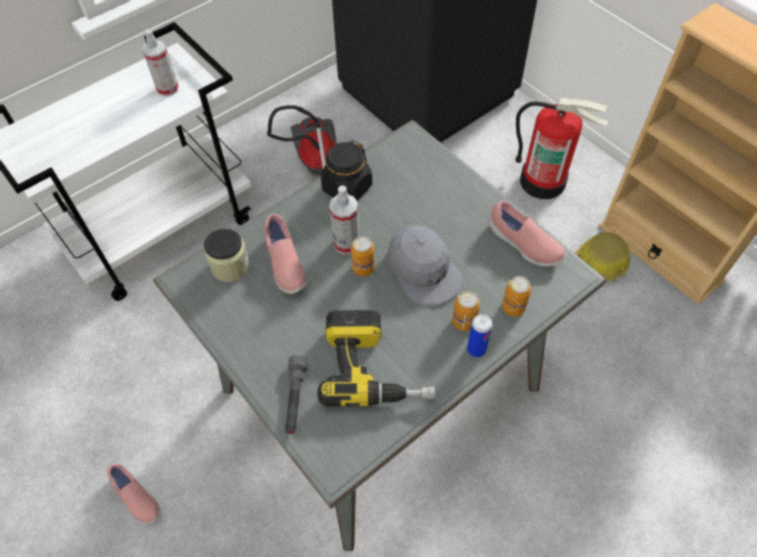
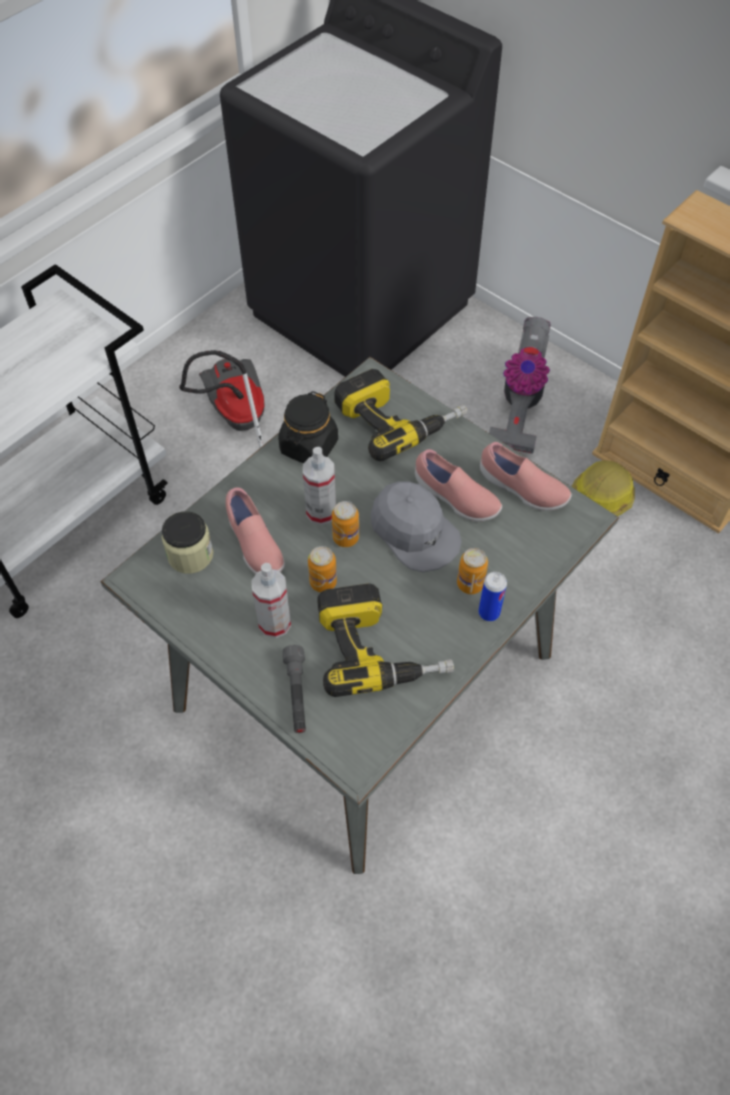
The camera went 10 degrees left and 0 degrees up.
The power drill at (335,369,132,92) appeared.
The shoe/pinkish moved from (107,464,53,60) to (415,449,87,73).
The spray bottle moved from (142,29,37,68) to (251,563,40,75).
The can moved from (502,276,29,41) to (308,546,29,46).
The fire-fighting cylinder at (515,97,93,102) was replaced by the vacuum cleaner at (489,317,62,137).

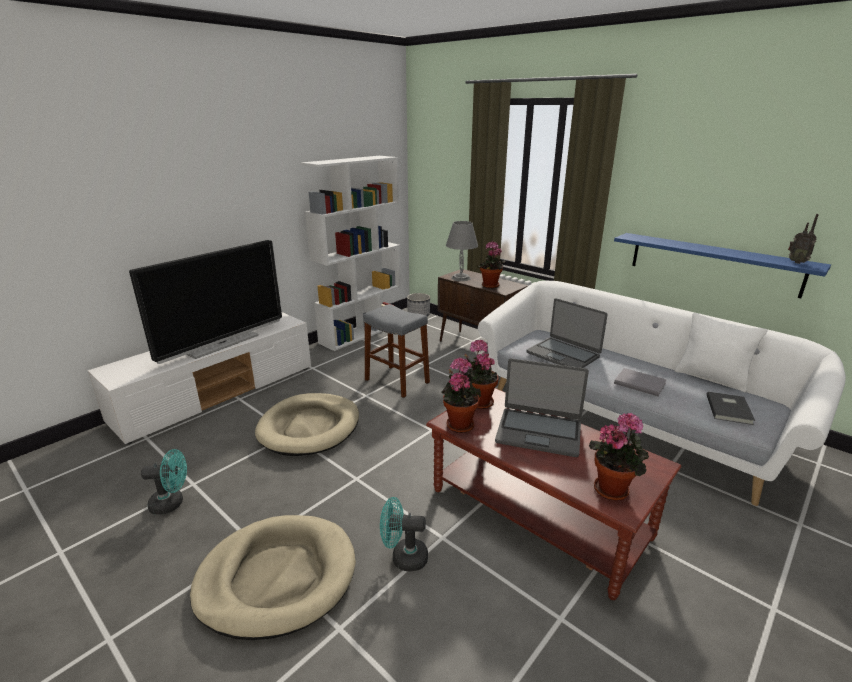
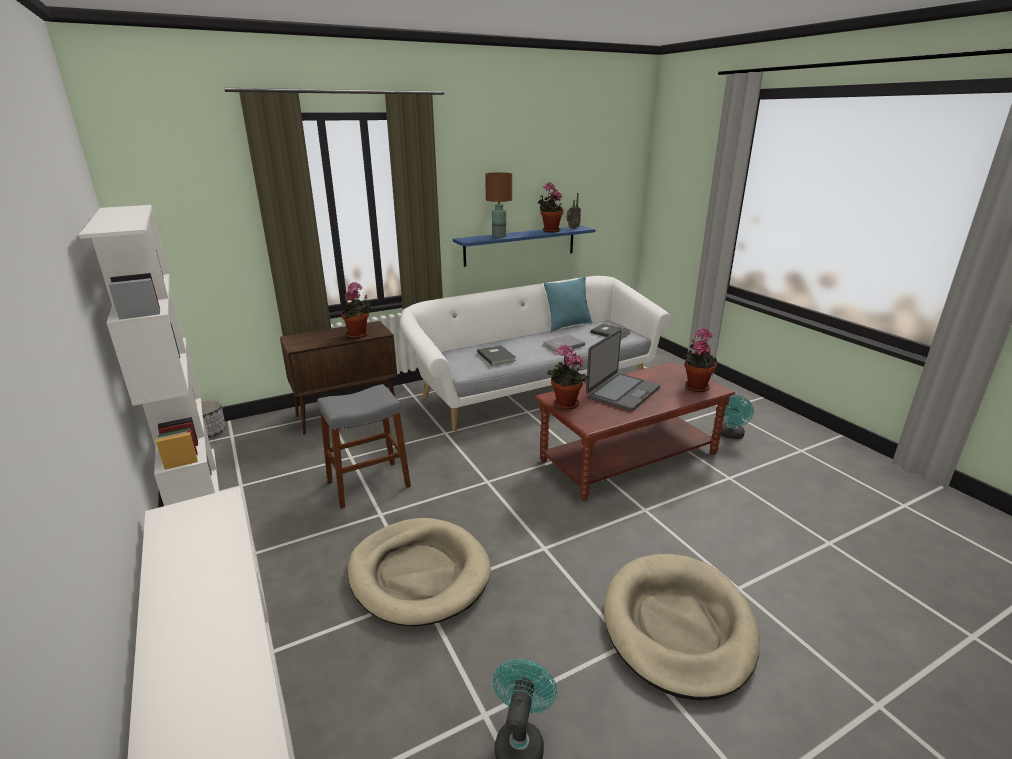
The camera went 70 degrees left and 0 degrees up.
The television at (129,240,153,124) disappeared.
The tabletop lamp/grey at (446,221,32,60) disappeared.
The tabletop lamp/brown at (485,172,27,66) appeared.
The fan/turquoise moved from (380,497,48,75) to (721,395,33,44).
The houseplant moved from (441,358,40,75) to (537,182,26,50).
The notebook computer at (526,298,82,70) was replaced by the bound book/grey at (477,345,39,20).
The pillow/whitish at (675,313,93,80) became the pillow/turquoise at (544,277,48,54).

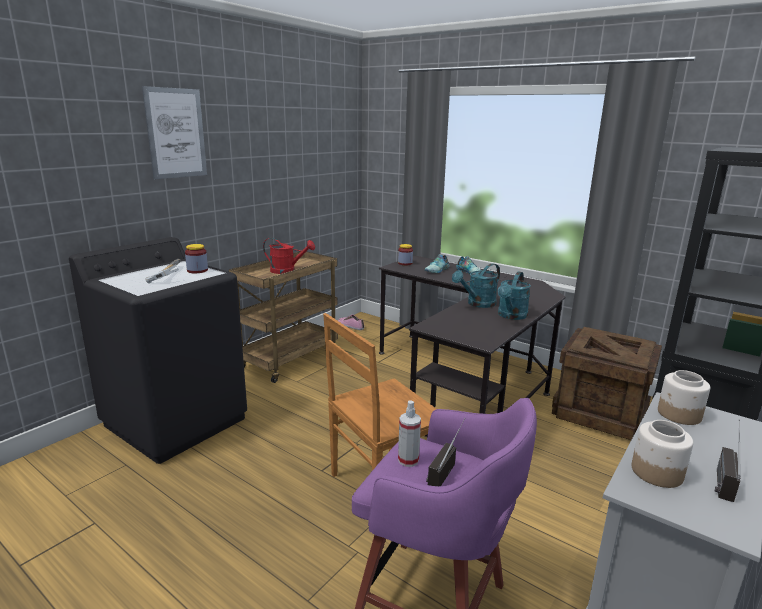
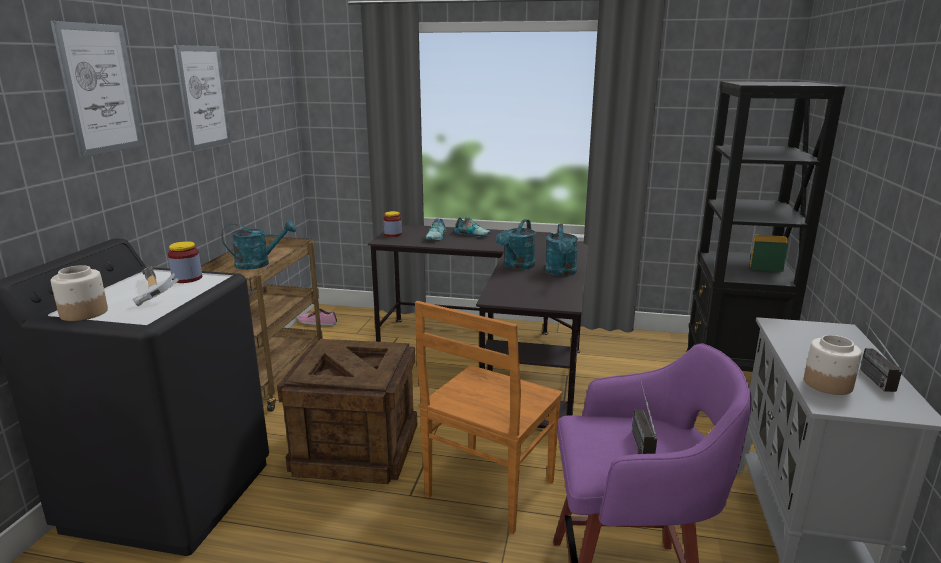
The camera went 25 degrees left and 0 degrees up.
The spray bottle at (398,400,23,67) disappeared.
The picture at (174,45,58,106) appeared.
The crate moved from (552,327,110,113) to (277,339,140,145).
The storage jar moved from (658,370,52,55) to (51,265,57,56).
The sprinkling can/reddish at (263,238,52,36) became the sprinkling can/turquoise at (222,220,74,50).

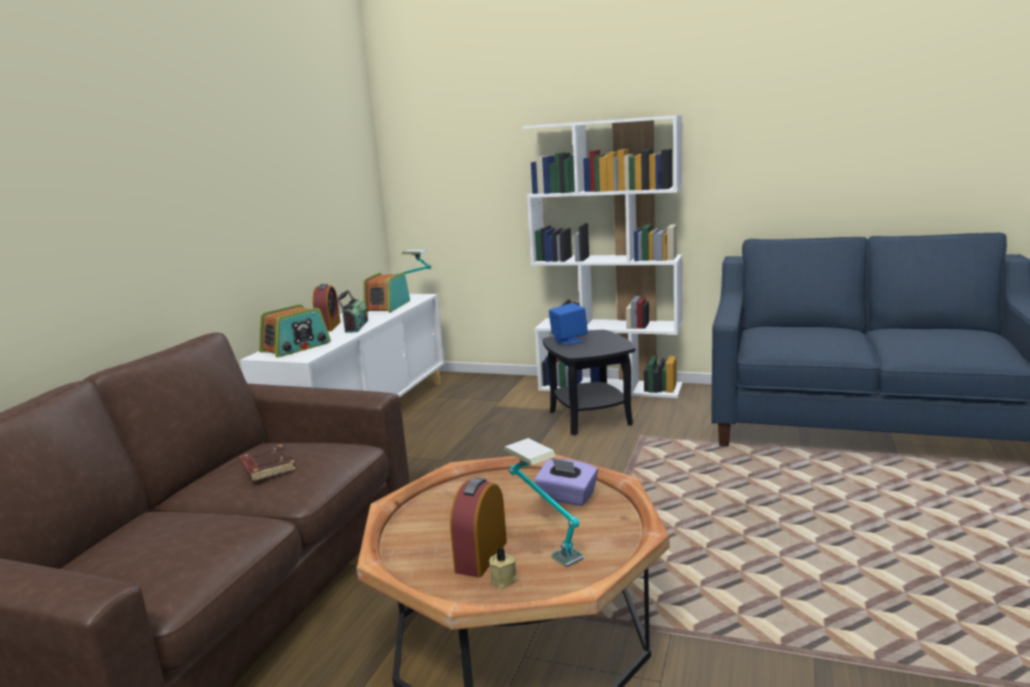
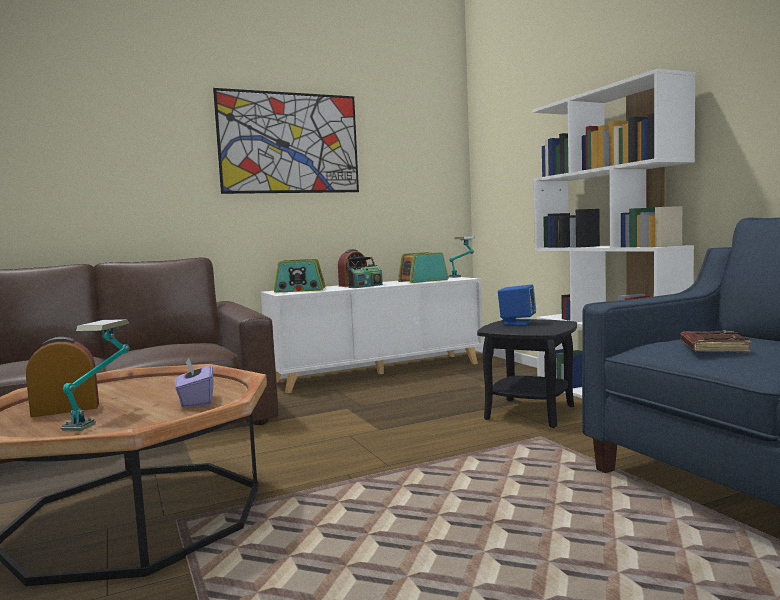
The camera went 45 degrees right and 10 degrees down.
The wax light/beige-coloured at (489,548,30,41) disappeared.
The picture at (213,88,146,106) appeared.
The bound book/brown moved from (239,445,57,36) to (680,330,72,22).

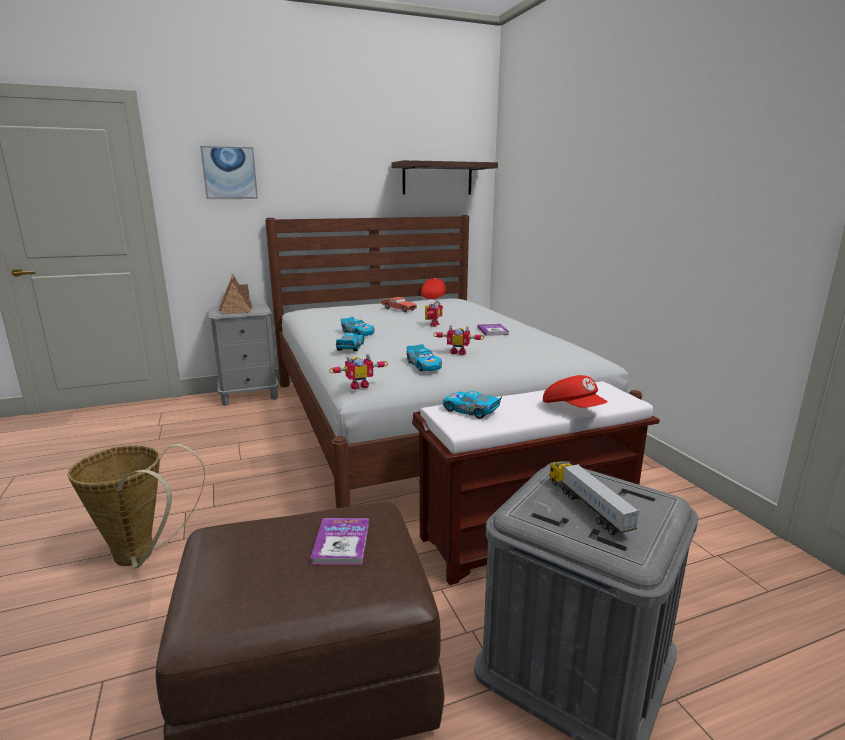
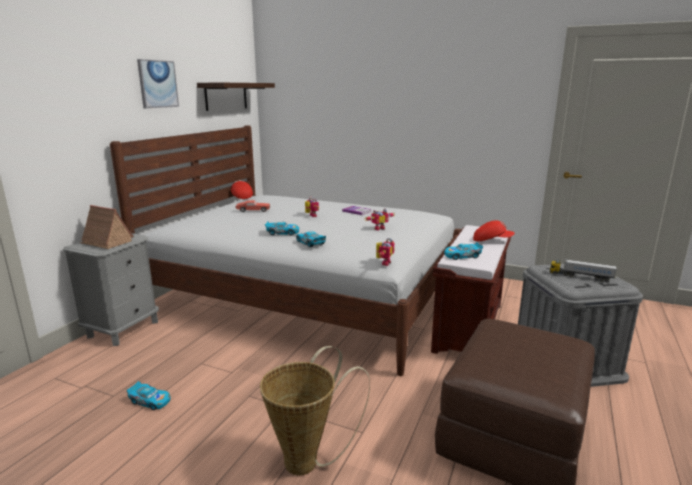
The camera went 45 degrees left and 0 degrees up.
The bound book at (310,518,59,46) disappeared.
The picture moved from (200,146,58,53) to (137,59,42,49).
The toy car moved from (406,344,36,27) to (127,381,44,29).

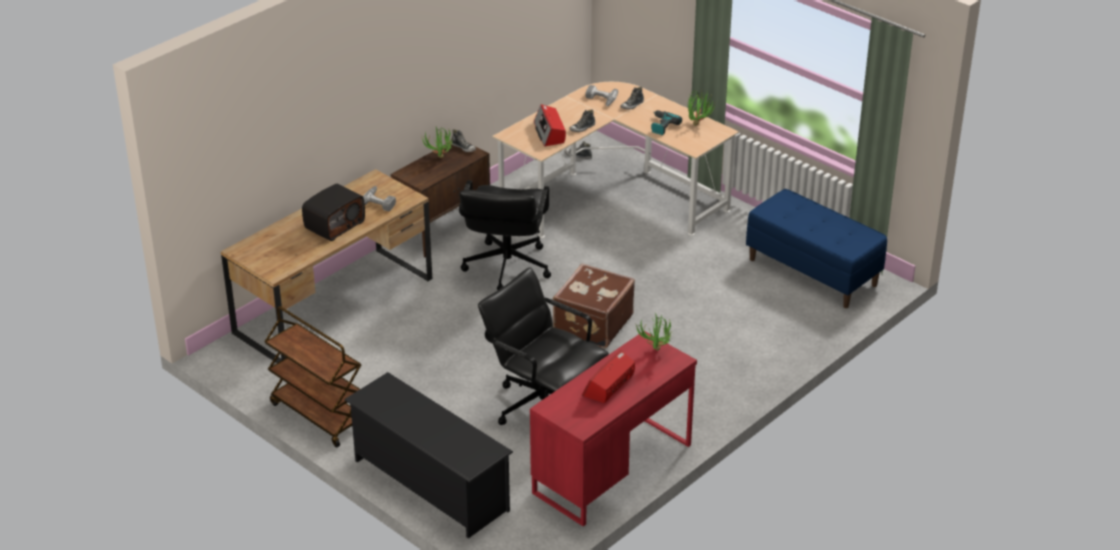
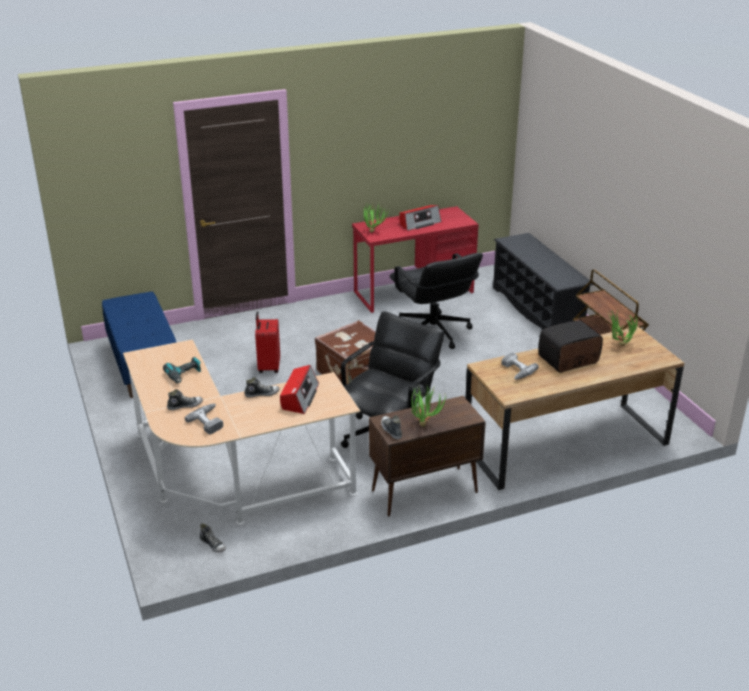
The camera went 155 degrees left and 5 degrees down.
The piece of luggage/reddish at (255,311,25,62) appeared.
The houseplant moved from (688,91,29,35) to (608,311,30,35).

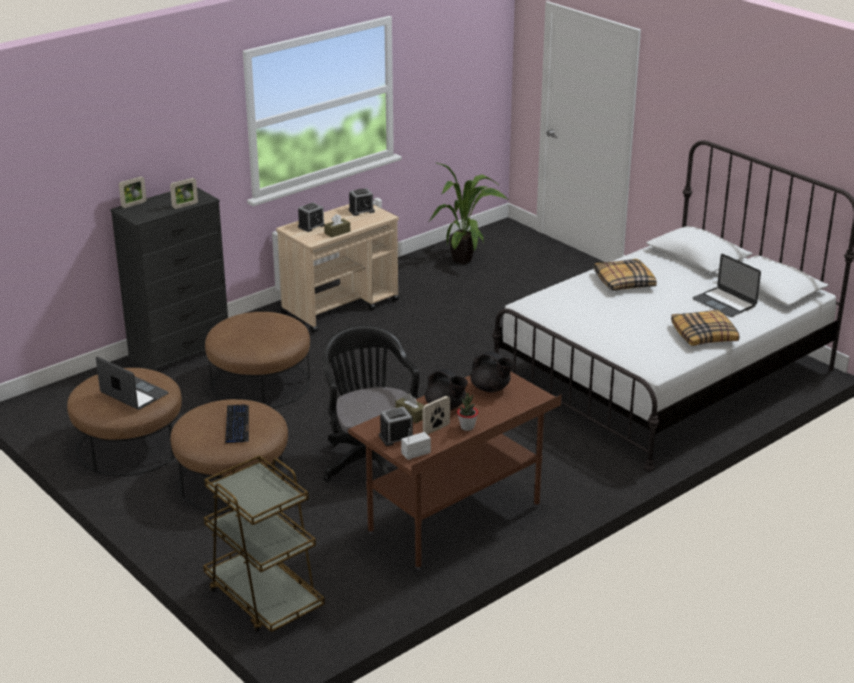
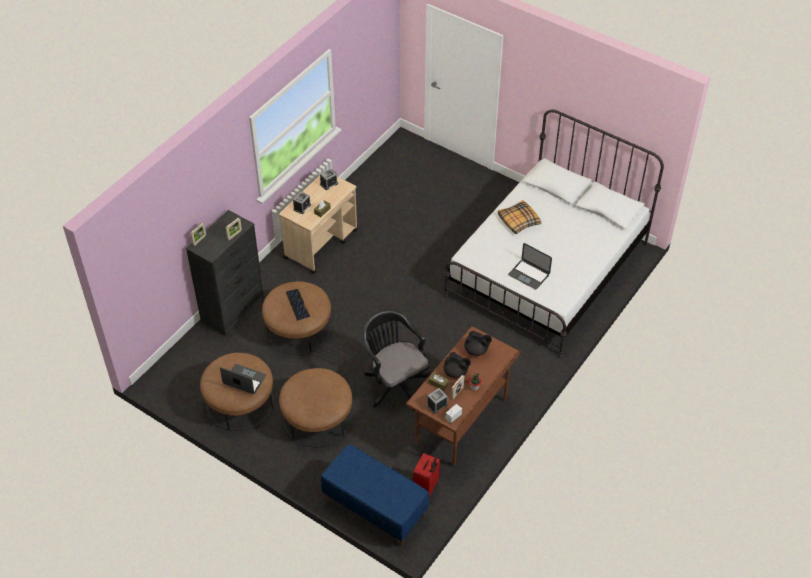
The camera went 15 degrees left and 20 degrees up.
The houseplant at (429,163,79,101) disappeared.
The pillow at (671,309,68,37) disappeared.
The piece of luggage/reddish at (413,453,27,44) appeared.
The keyboard moved from (225,404,24,39) to (286,289,24,32).
The notebook computer moved from (692,254,69,63) to (508,243,44,47).
The cart/brown at (203,455,122,177) was replaced by the indoor bench/blue-coloured at (321,444,108,102).

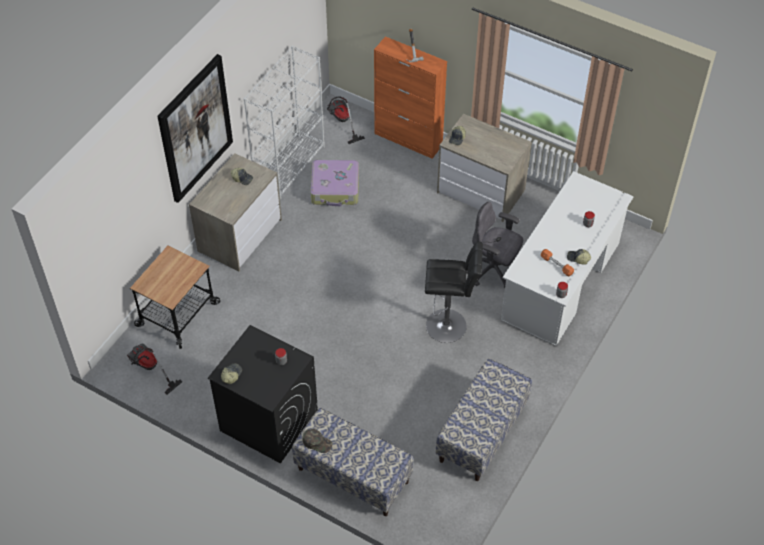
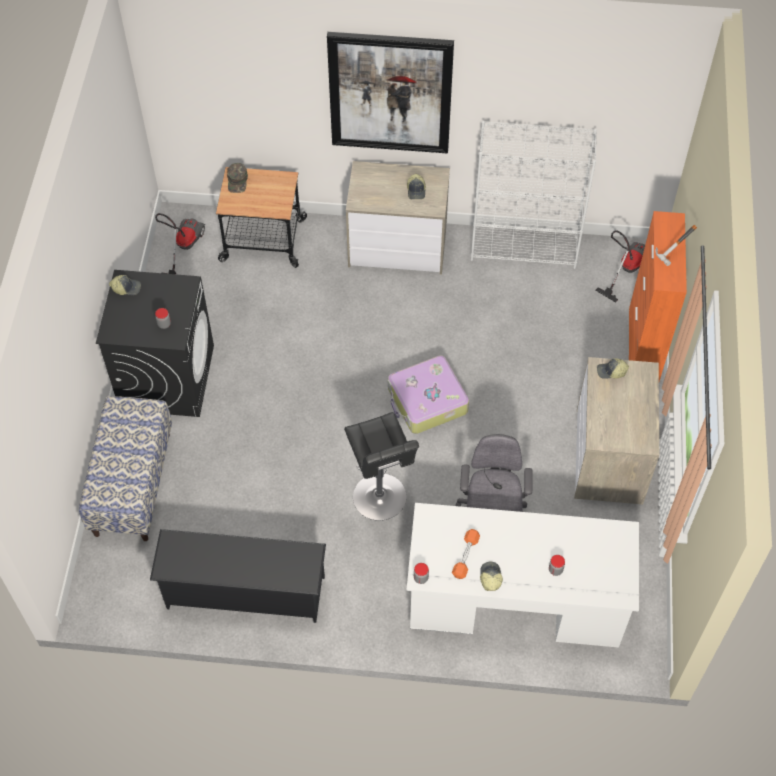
The camera went 65 degrees right and 5 degrees up.
The baseball cap/green moved from (302,429,30,24) to (227,163,21,30).
The piece of luggage moved from (310,160,49,47) to (388,355,81,79).
The indoor bench at (436,358,96,123) was replaced by the shoe shelf/blackish at (150,529,176,94).

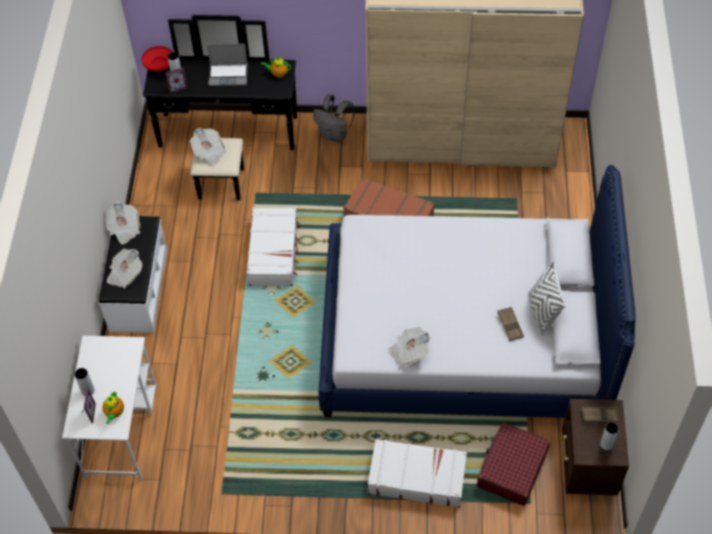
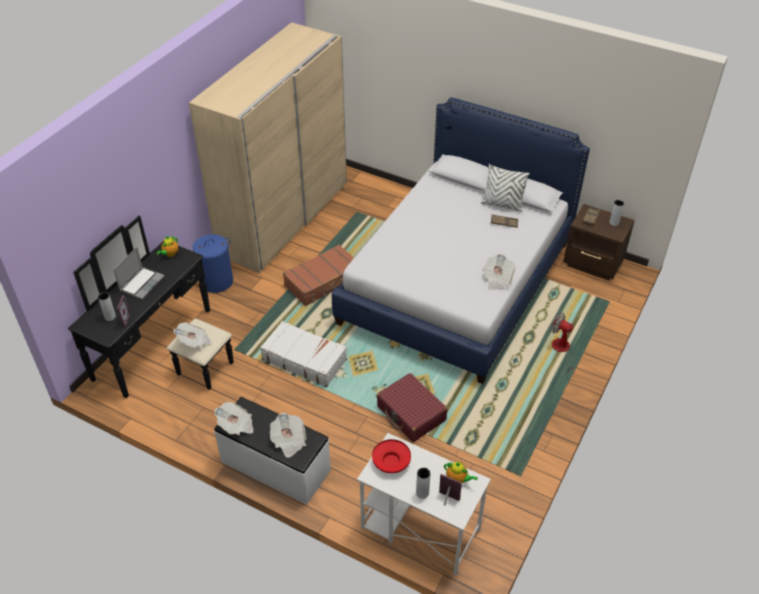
The camera went 65 degrees left and 10 degrees down.
The deep dish/reddish moved from (142,46,30,25) to (372,439,39,34).
The piece of luggage/reddish moved from (477,422,73,84) to (377,373,71,69).
The knapsack/grey at (313,94,41,49) was replaced by the washing basket/blue-coloured at (193,234,40,59).
The piece of luggage/whitish at (368,439,99,69) was replaced by the fan at (551,313,23,62).

